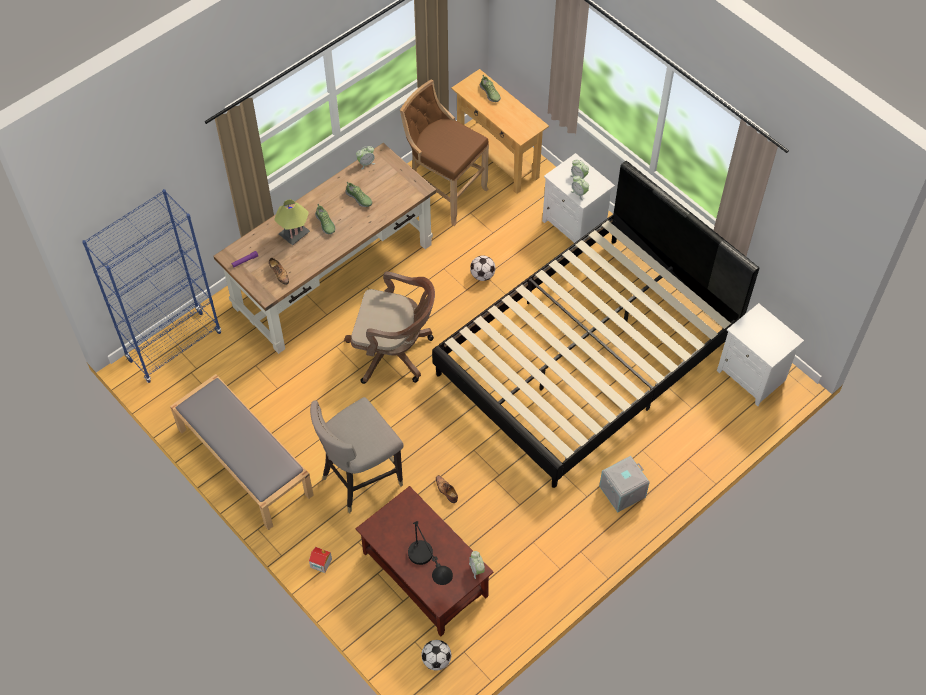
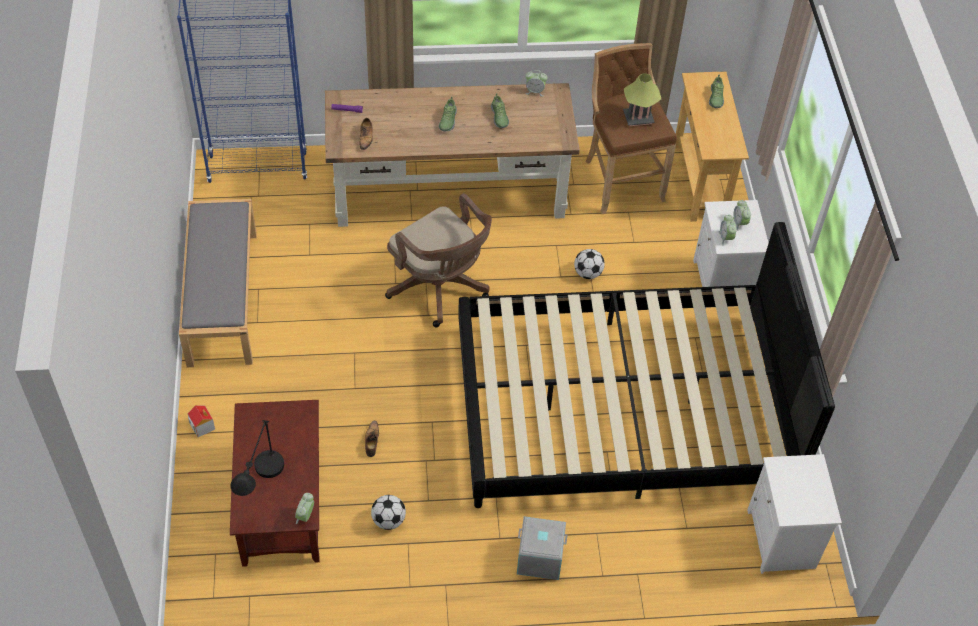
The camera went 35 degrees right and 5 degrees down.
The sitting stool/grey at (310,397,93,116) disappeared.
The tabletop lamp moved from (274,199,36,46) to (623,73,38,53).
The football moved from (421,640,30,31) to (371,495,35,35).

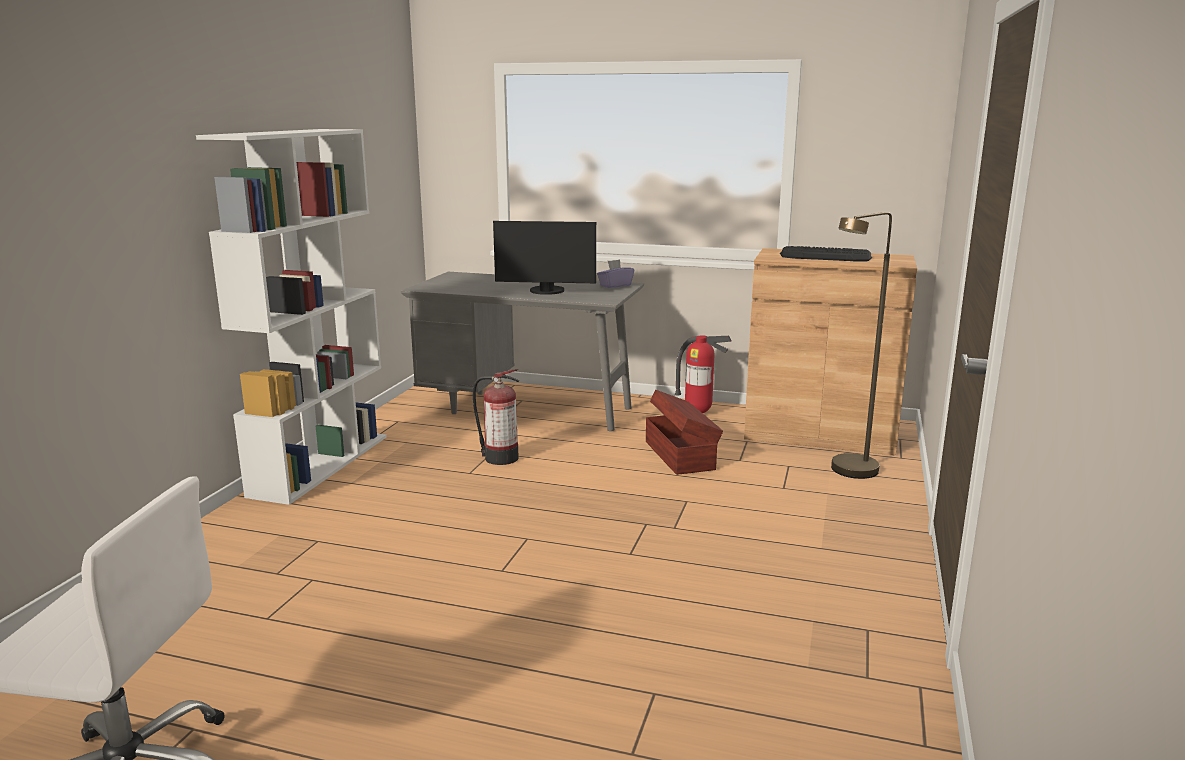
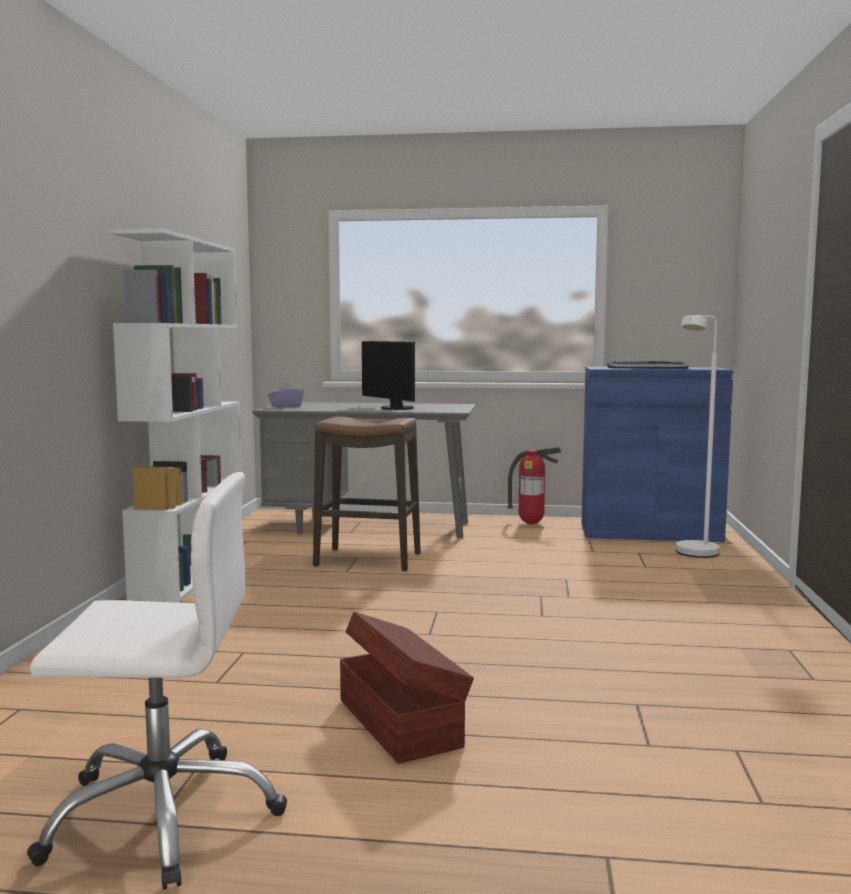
The camera went 10 degrees left and 10 degrees down.
The box of tissues/purple-coloured moved from (597,259,37,29) to (268,382,36,26).
The storage container/brown moved from (646,390,77,85) to (340,612,134,151).
The fire-fighting cylinder at (473,369,46,96) was replaced by the sitting stool at (313,417,108,155).
The cabinet/brown at (744,248,173,208) became the cabinet/blue-coloured at (582,367,151,175).
The standard lamp/brown at (831,212,61,267) became the standard lamp/whitish at (676,315,44,243).
The computer screen at (493,221,103,74) turned 60 degrees clockwise.

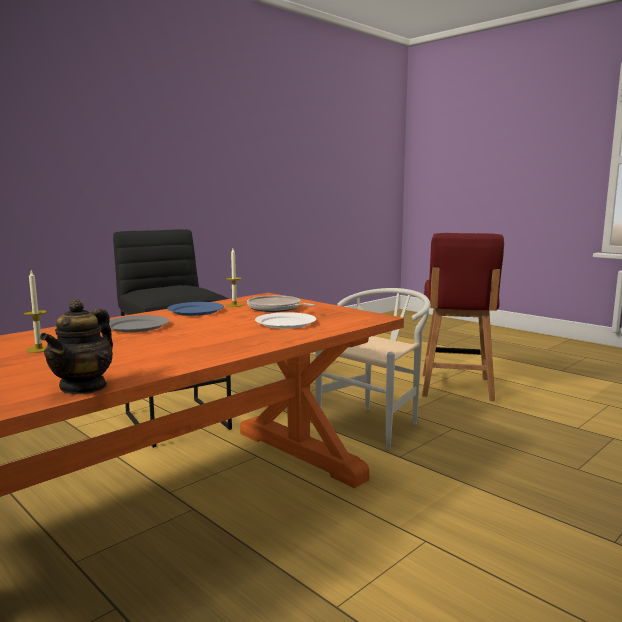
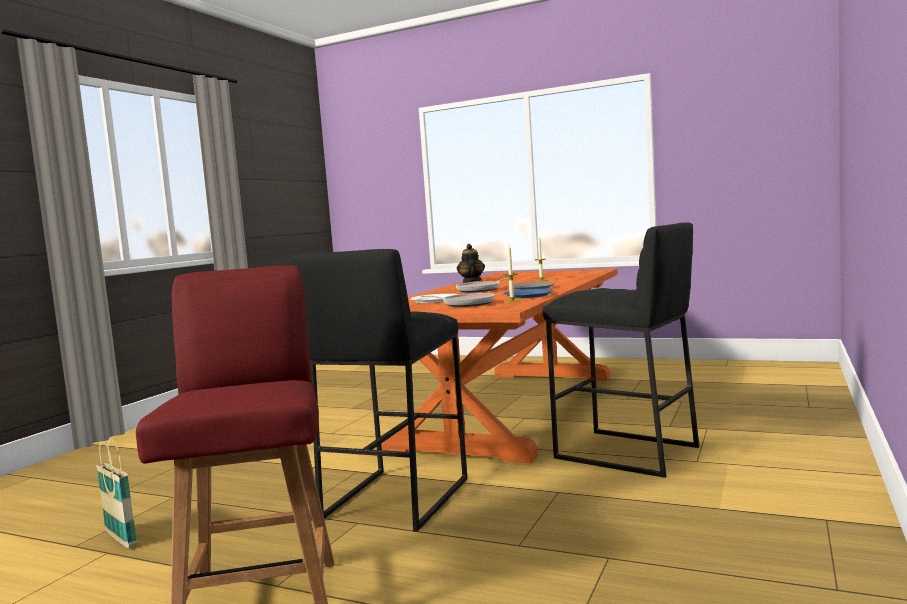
The camera went 160 degrees right and 5 degrees down.
The household basket at (96,439,41,109) appeared.
The skillet at (456,278,53,14) appeared.
The chair/whitish at (315,288,116,161) was replaced by the sitting stool/blackish at (292,249,175,283).

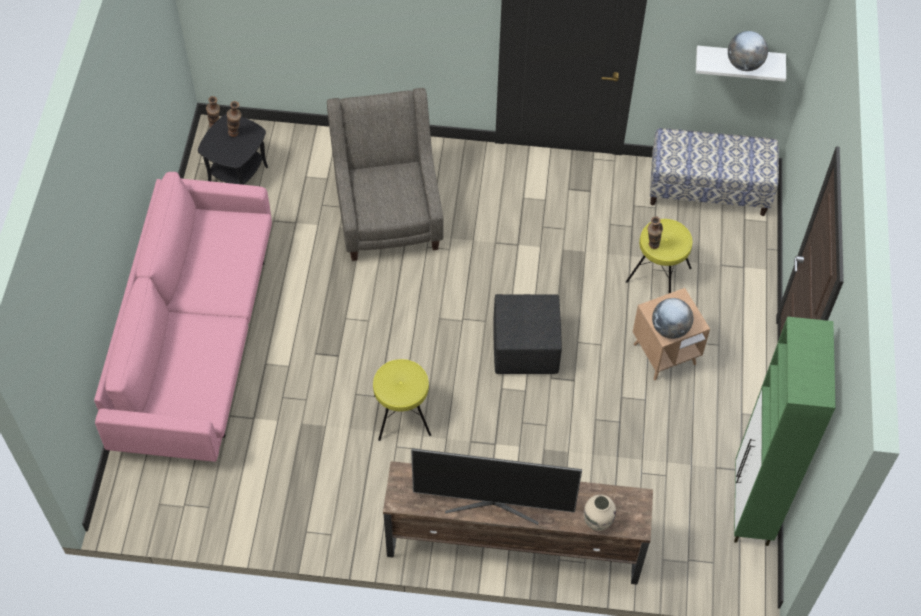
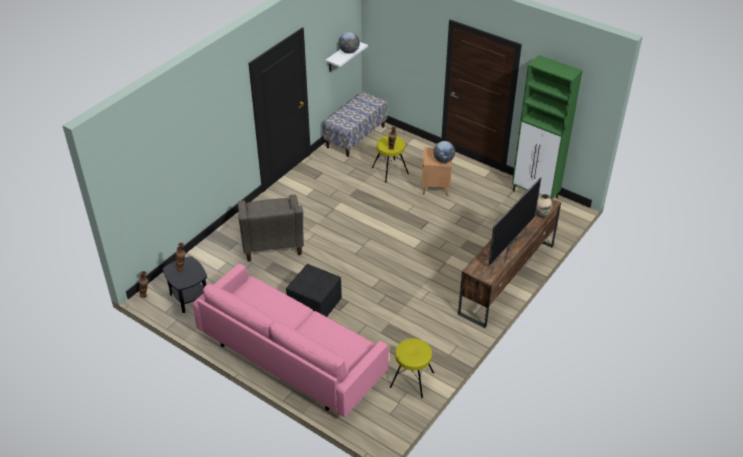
The camera went 60 degrees left and 15 degrees down.
The sitting stool/yellow moved from (373,359,58,82) to (390,339,44,59).
The footrest/blackish moved from (493,294,69,80) to (286,264,56,53).
The lounge chair/grey at (327,88,117,173) turned 120 degrees counterclockwise.

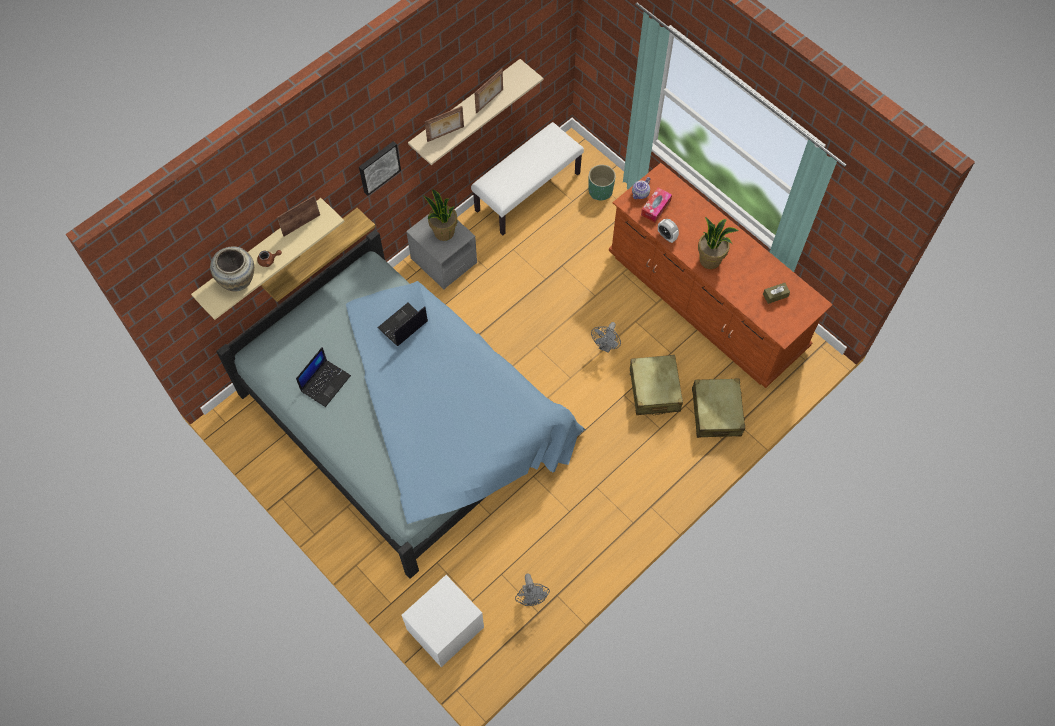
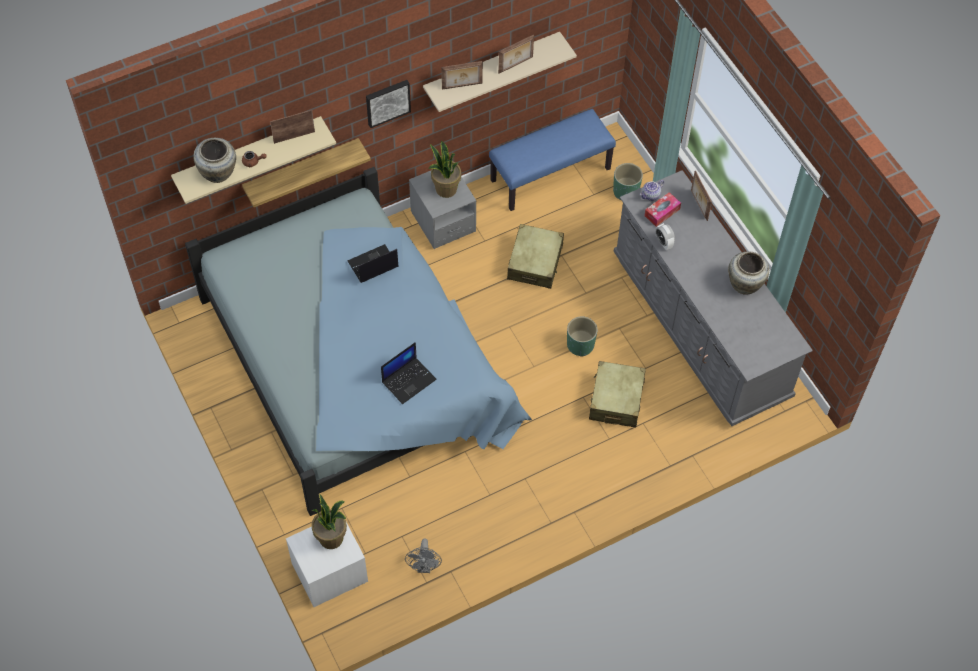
The camera went 15 degrees right and 5 degrees down.
The box of tissues/brown at (763,282,27,22) disappeared.
The photo frame at (691,171,21,50) appeared.
The vase/beige-coloured at (728,251,41,44) appeared.
The notebook computer moved from (296,347,55,60) to (381,342,55,62).
The piece of luggage/beige-coloured moved from (692,378,53,60) to (507,224,57,65).
The houseplant moved from (698,217,41,52) to (312,494,35,55).
The fan/grey at (591,322,30,31) was replaced by the flower pot/green at (567,316,31,41).
The indoor bench/whitish at (471,122,113,113) became the indoor bench/blue-coloured at (489,109,127,102).
The dresser/brown at (609,163,224,225) became the dresser/grey at (614,170,199,256).

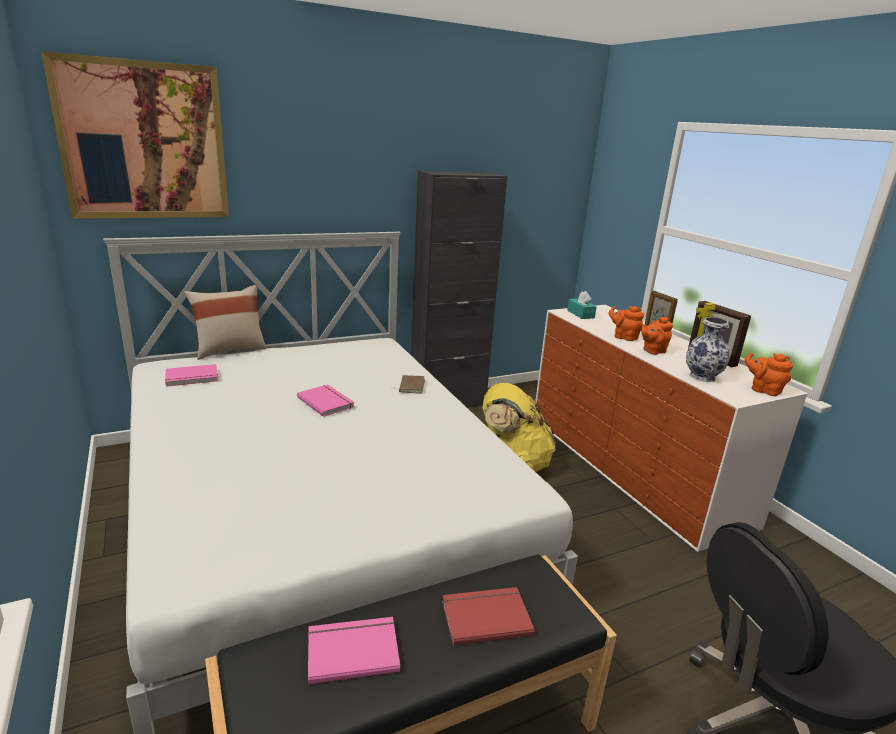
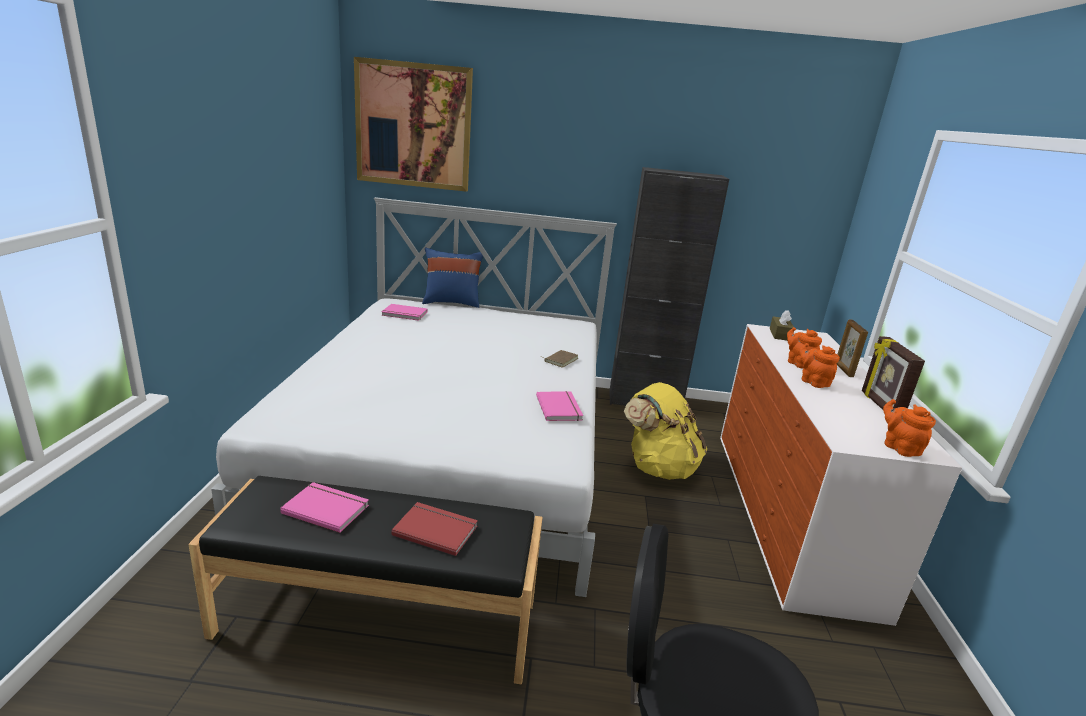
The camera went 30 degrees right and 0 degrees up.
The vase at (686,317,43,65) disappeared.
The bound book/pinkish moved from (297,385,58,32) to (536,391,47,30).
The pillow/beige-coloured at (184,285,83,75) became the pillow/blue-coloured at (422,248,61,60).
The box of tissues/turquoise at (567,291,30,28) became the box of tissues/brown at (770,310,24,31).
The tea pot/orangey at (641,317,32,38) turned 60 degrees clockwise.

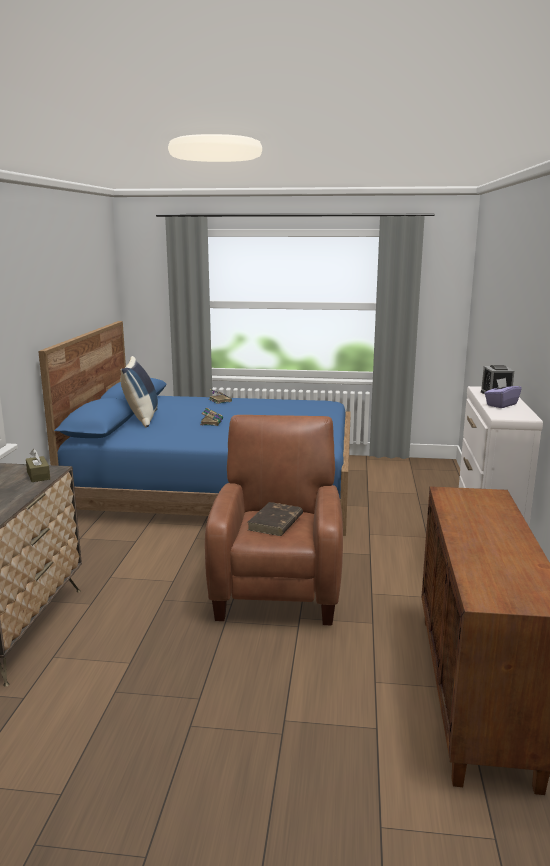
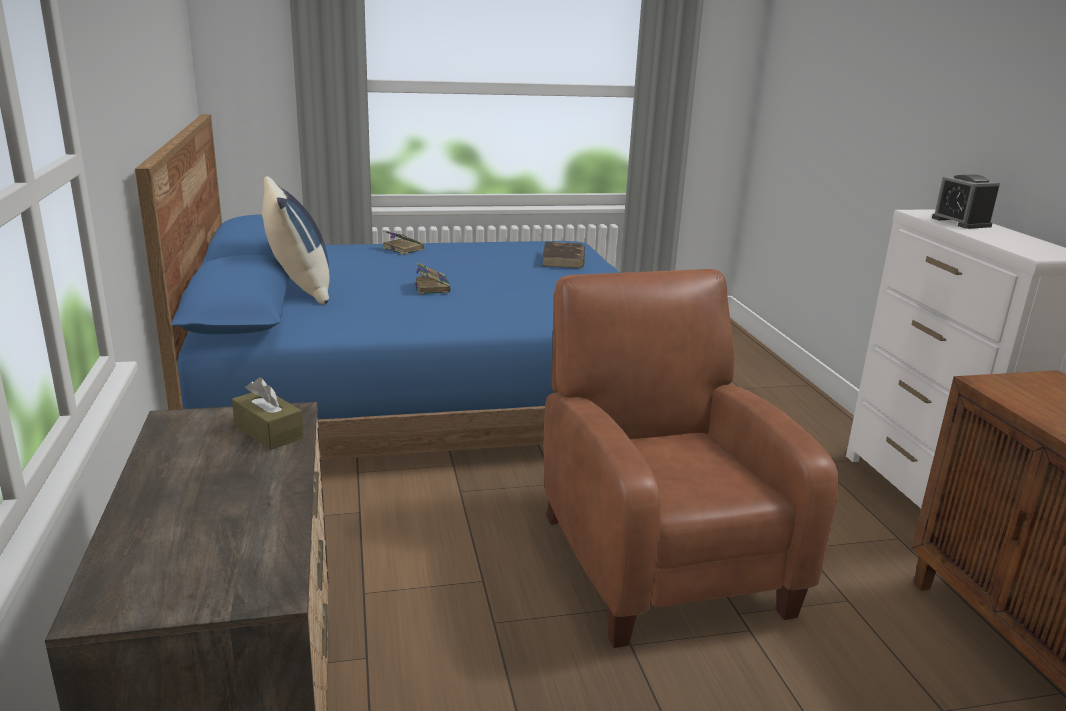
The camera went 20 degrees left and 5 degrees up.
The box of tissues/purple-coloured at (485,378,37,30) disappeared.
The bound book/brown moved from (248,502,55,34) to (542,242,43,26).

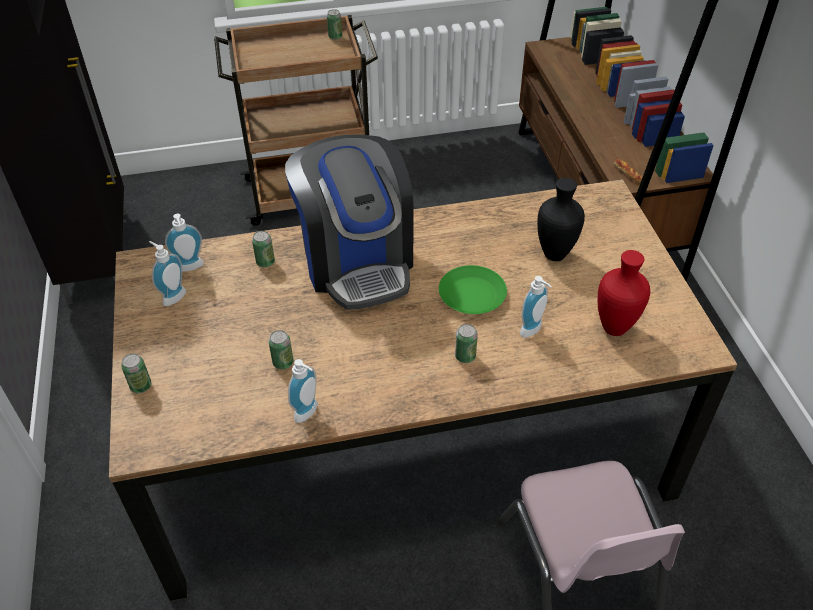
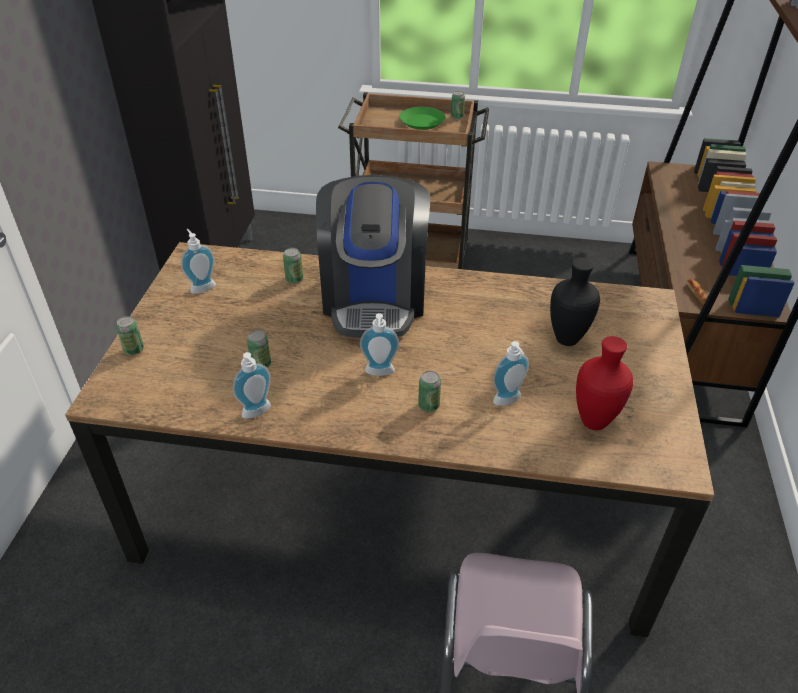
The camera went 20 degrees right and 5 degrees down.
The soap bottle moved from (165,214,39,58) to (360,313,39,63).
The dinner plate/green moved from (439,265,68,49) to (399,107,46,23).

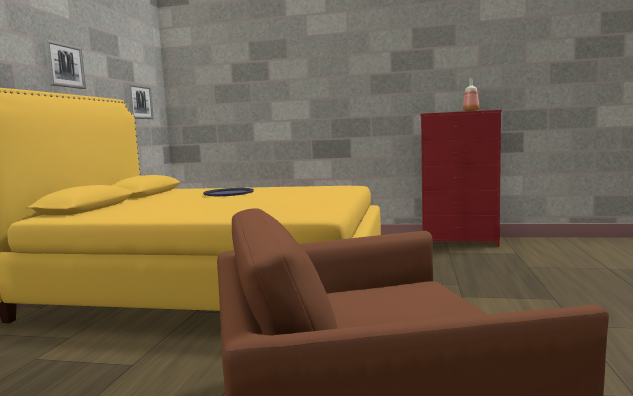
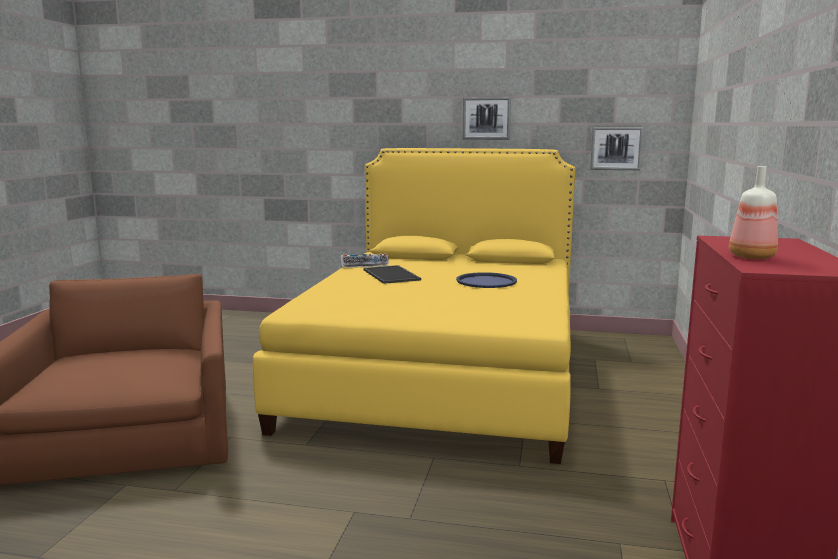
The camera went 90 degrees right and 5 degrees up.
The keyboard at (341,253,48,15) appeared.
The tray at (363,265,58,19) appeared.

